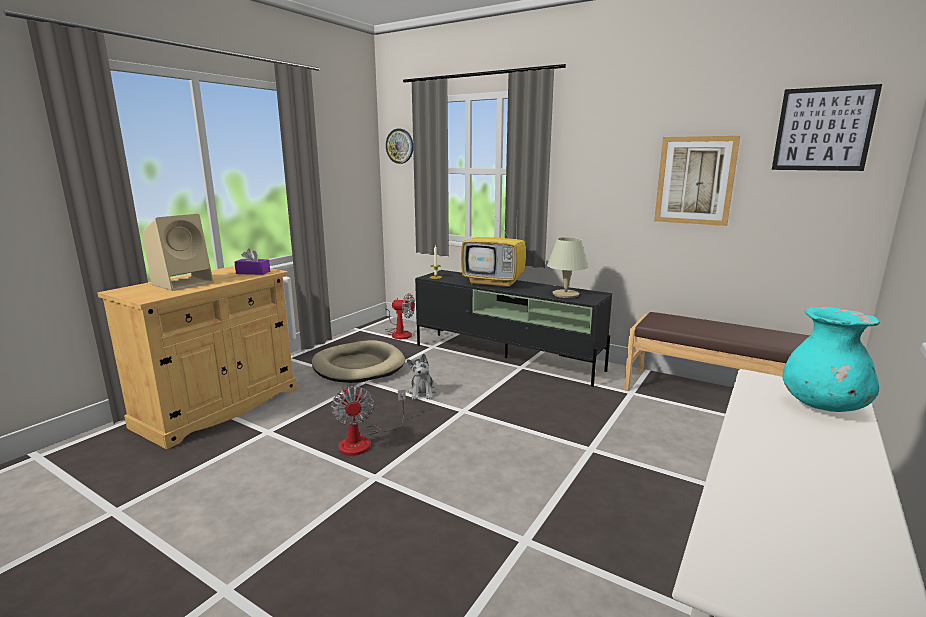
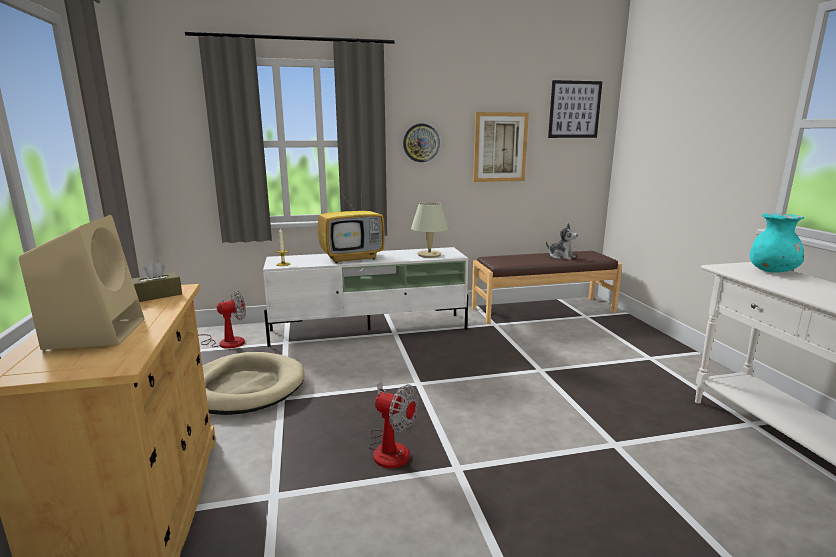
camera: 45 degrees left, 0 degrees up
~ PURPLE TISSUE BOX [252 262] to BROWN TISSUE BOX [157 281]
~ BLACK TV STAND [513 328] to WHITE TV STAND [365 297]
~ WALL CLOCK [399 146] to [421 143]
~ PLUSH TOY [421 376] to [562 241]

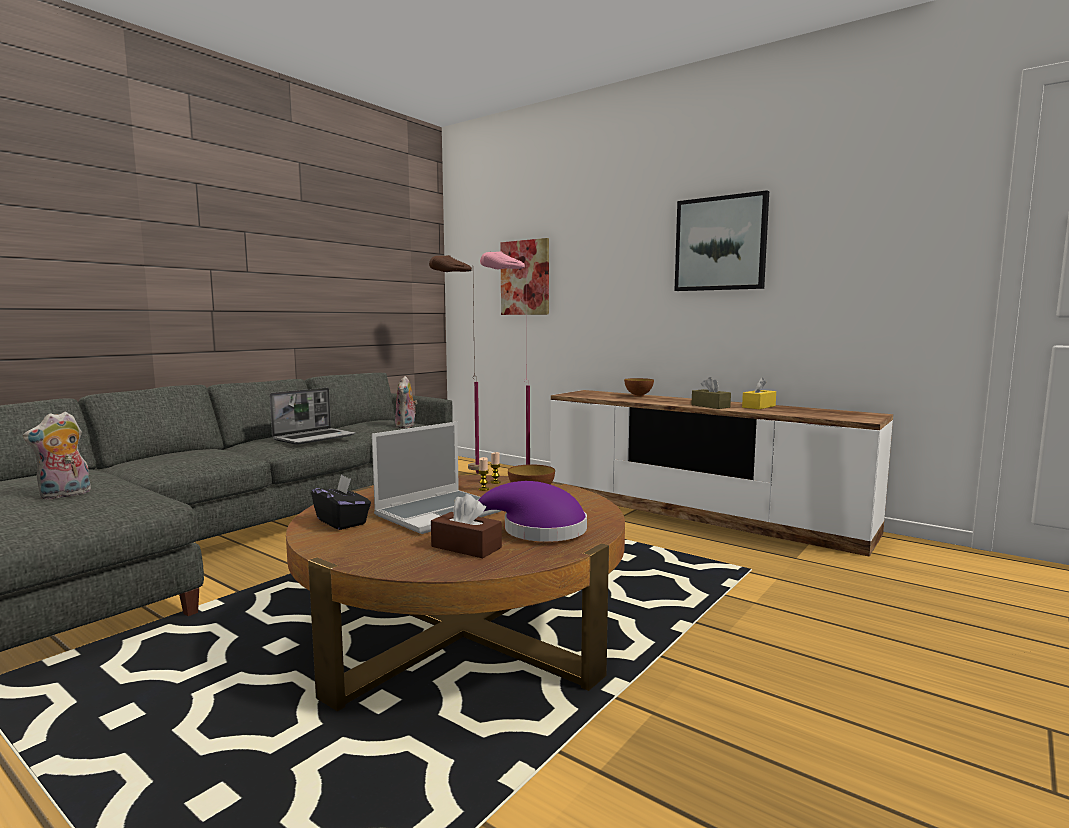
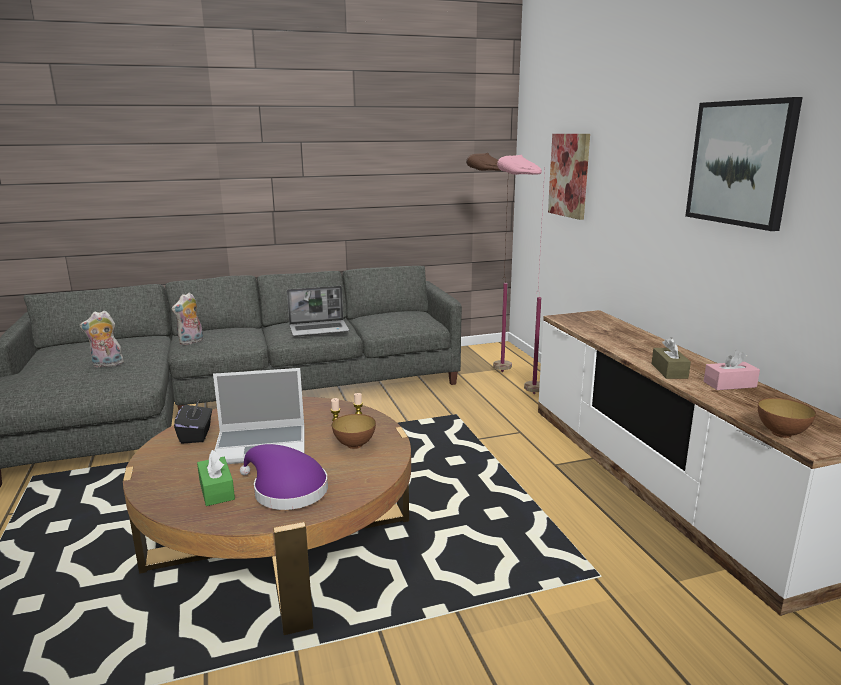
camera: 35 degrees right, 10 degrees up
~ PLUSH TOY [406 402] to [187 319]
~ BROWN TISSUE BOX [466 526] to GREEN TISSUE BOX [216 478]
~ YELLOW TISSUE BOX [759 393] to PINK TISSUE BOX [732 370]
~ BOWL [639 387] to [787 418]

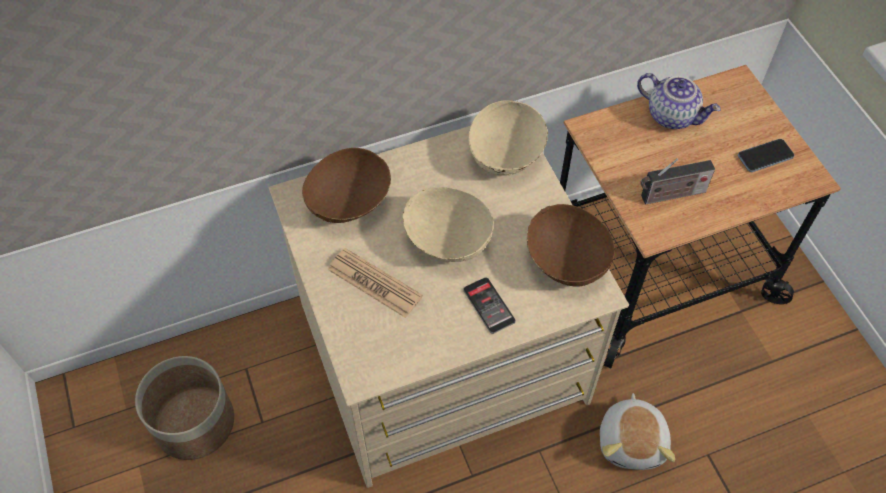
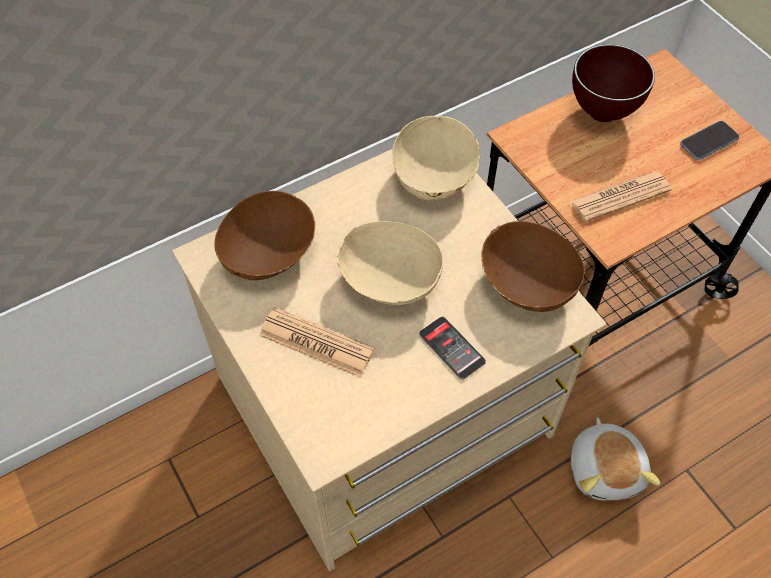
camera: 10 degrees left, 0 degrees up
~ RADIO [677 181] to NEWSPAPER [620 196]
~ TEAPOT [679 101] to BROWN BOWL [613 83]
- PLANTER [184 408]

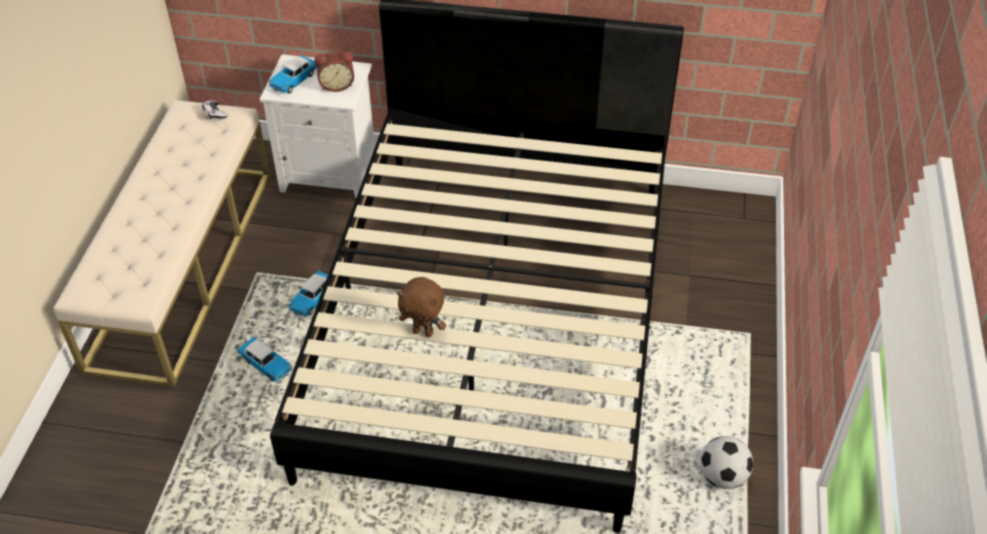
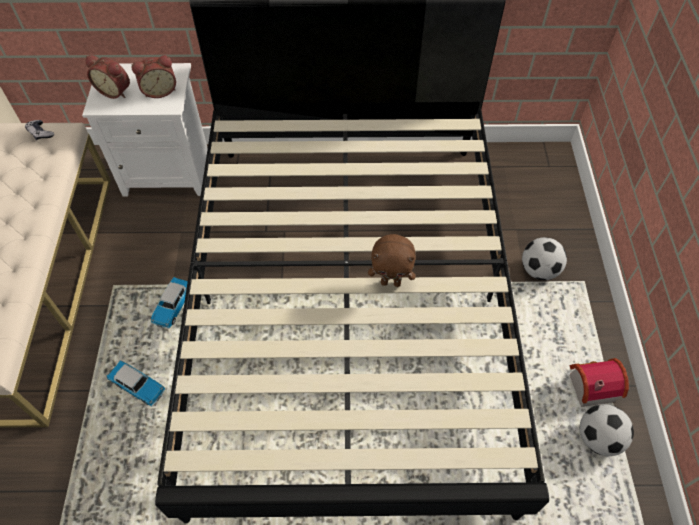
camera: 10 degrees left, 10 degrees up
~ TOY CAR [293 74] to ALARM CLOCK [108 77]
~ BROWN PLUSH TOY [421 307] to [392 260]
+ FOOTBALL [544 258]
+ TOY HOUSE [599 382]

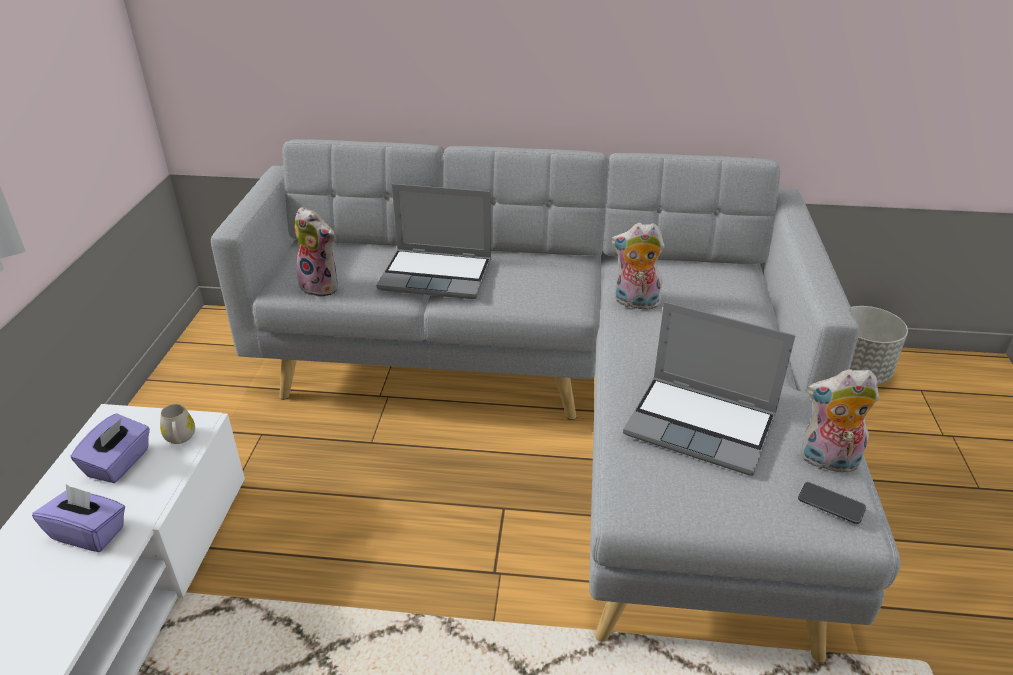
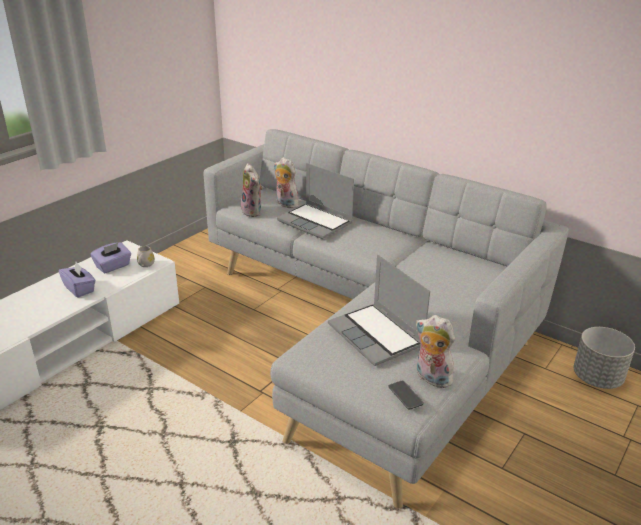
camera: 30 degrees right, 5 degrees down
~ PLUSH TOY [638 266] to [286 182]

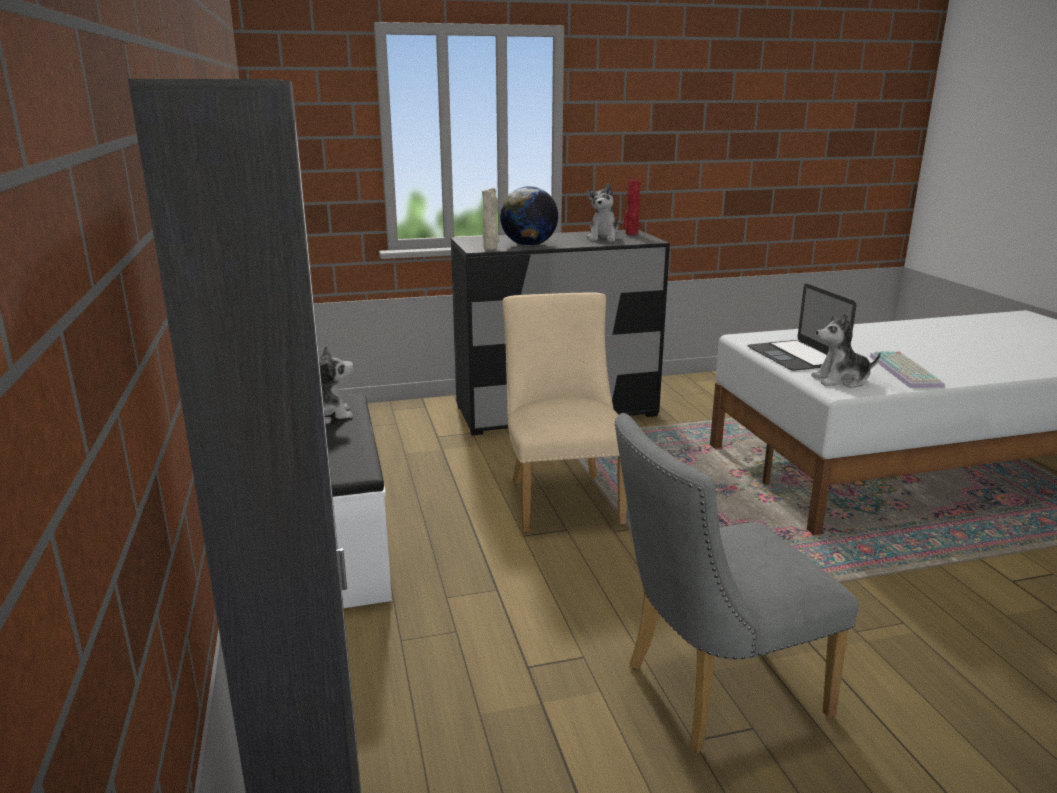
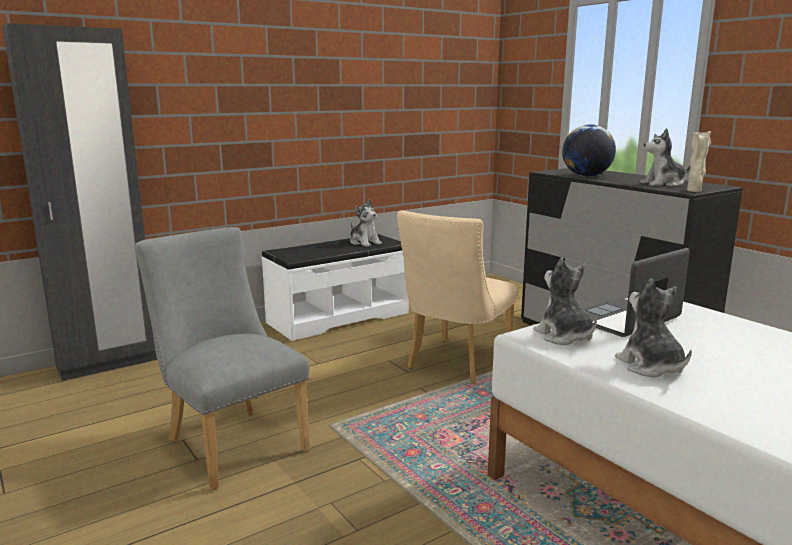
camera: 70 degrees right, 5 degrees down
~ BEIGE CHAIR [564 412] = [457 297] 150 degrees clockwise
~ KEYBOARD [907 370] to PLUSH TOY [653 327]
~ BEIGE VASE [490 219] to [699 161]
- RED VASE [632 207]

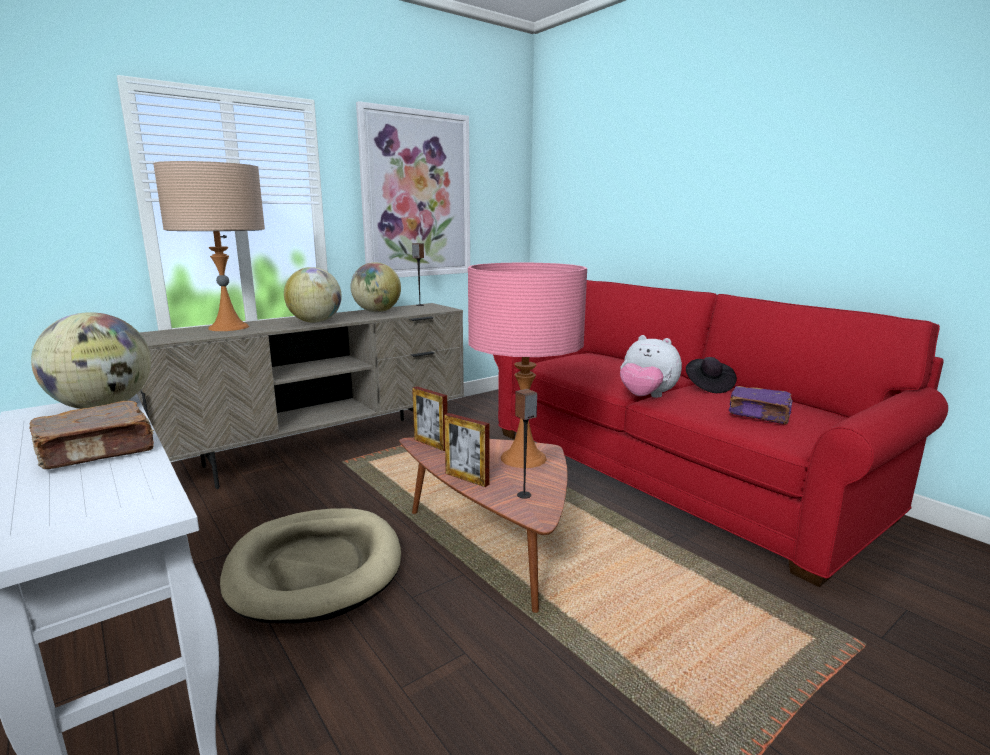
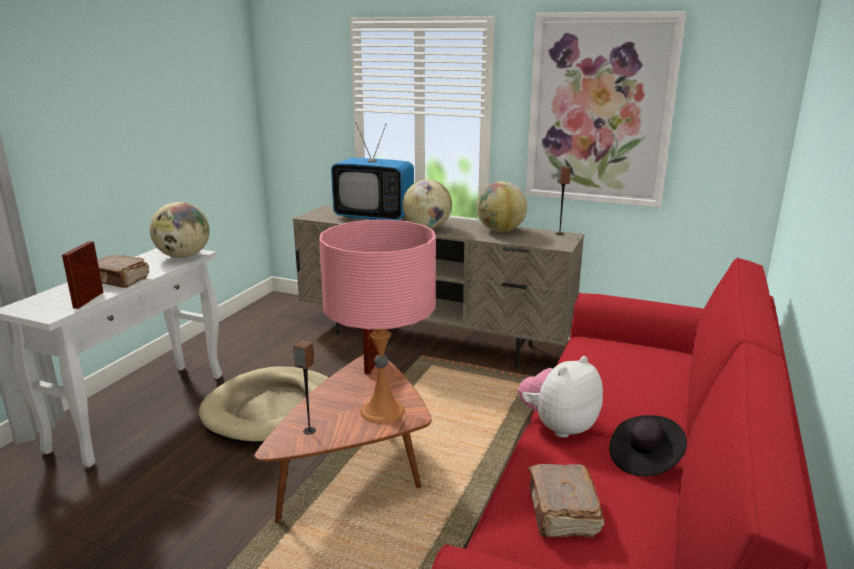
camera: 60 degrees right, 5 degrees up
~ PICTURE FRAME [466 450] to [82 275]
~ BEIGE TABLE LAMP [209 246] to TELEVISION [372 171]
~ PLUSH TOY [651 366] = [560 396] 45 degrees clockwise
~ PURPLE BOOK [761 405] to BROWN BOOK [566 501]

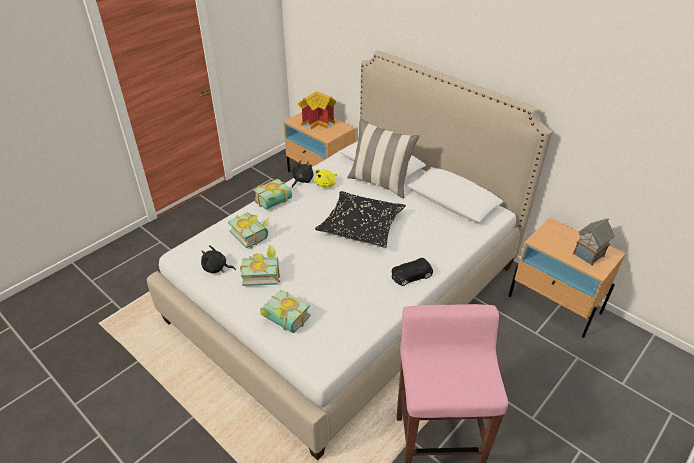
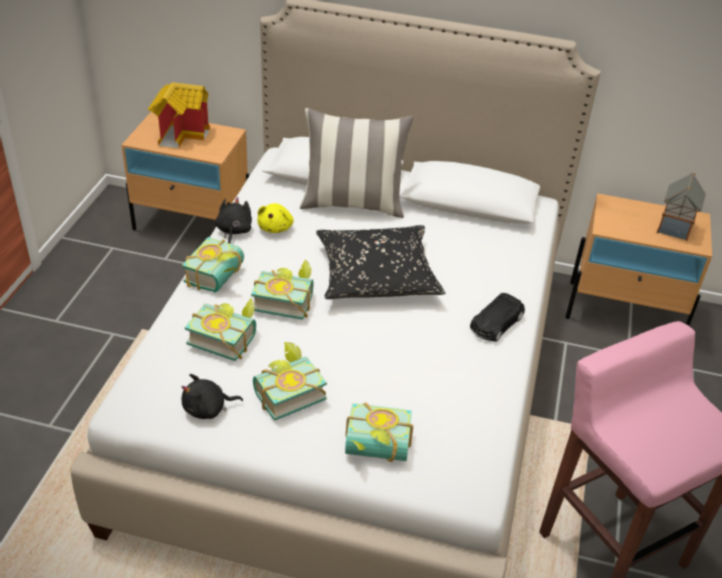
camera: 30 degrees left, 0 degrees up
+ BOOK [282 290]

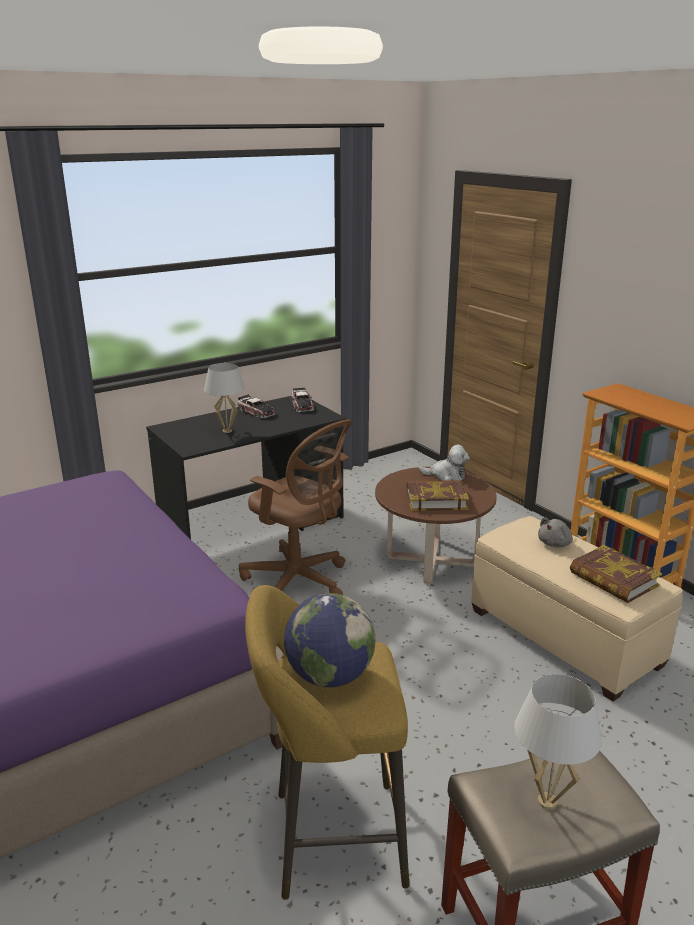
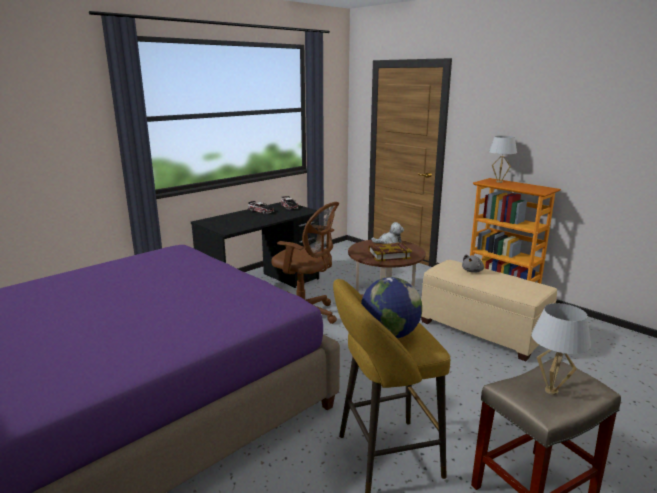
camera: 10 degrees left, 5 degrees down
~ WHITE TABLE LAMP [224 398] to [503 159]
- BOOK [616 574]

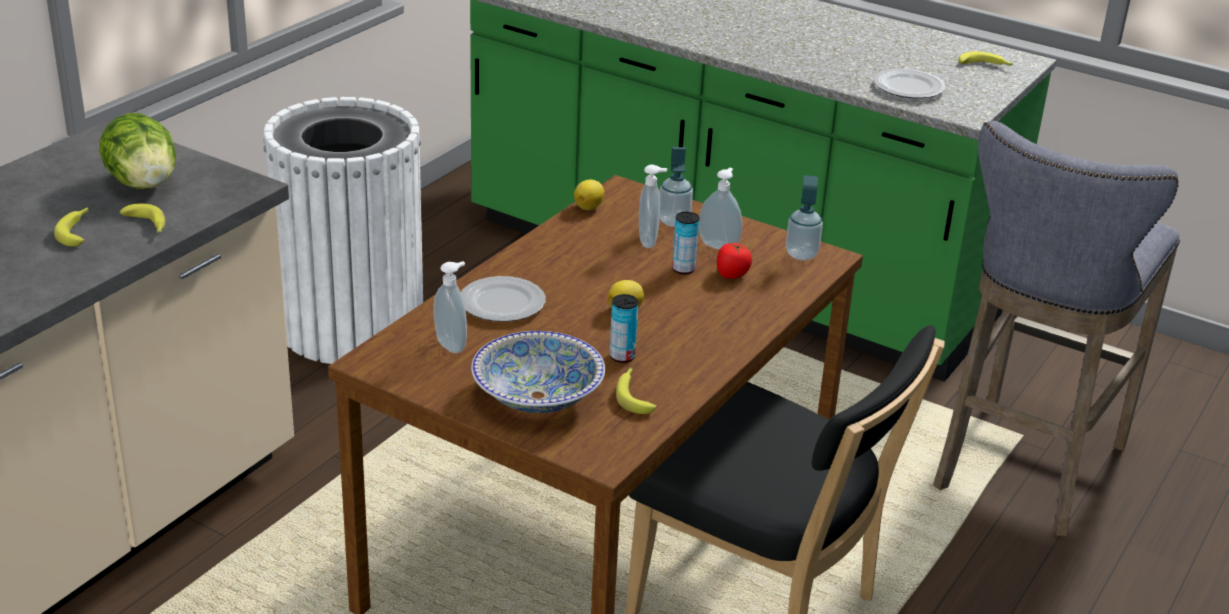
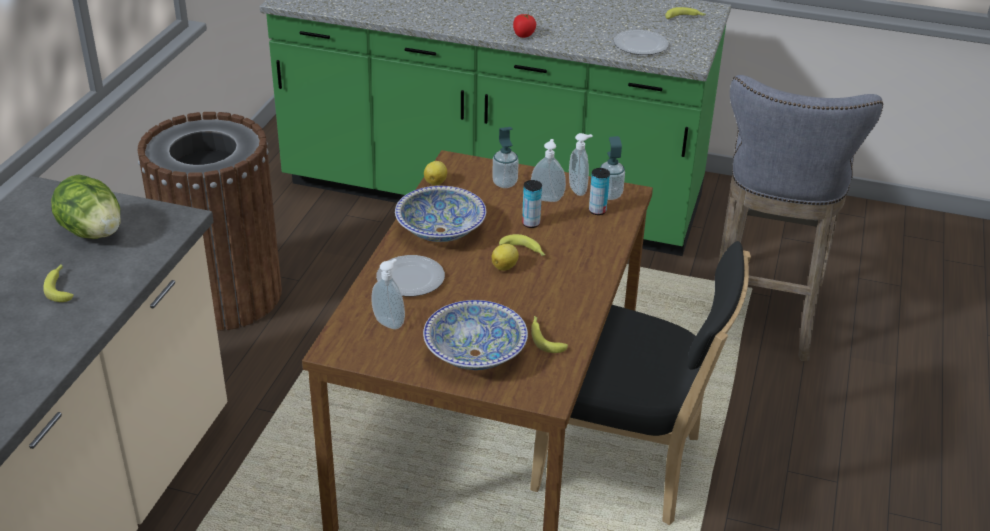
camera: 15 degrees left, 5 degrees up
~ WHITE TRASH CAN [343 230] to BROWN TRASH CAN [210 221]
+ BOWL [440 214]
~ BANANA [142 218] to [522 245]
~ TOMATO [734 261] to [524 26]
~ SOAP DISPENSER [653 206] to [581 164]
~ CAN [624 328] to [599 191]

